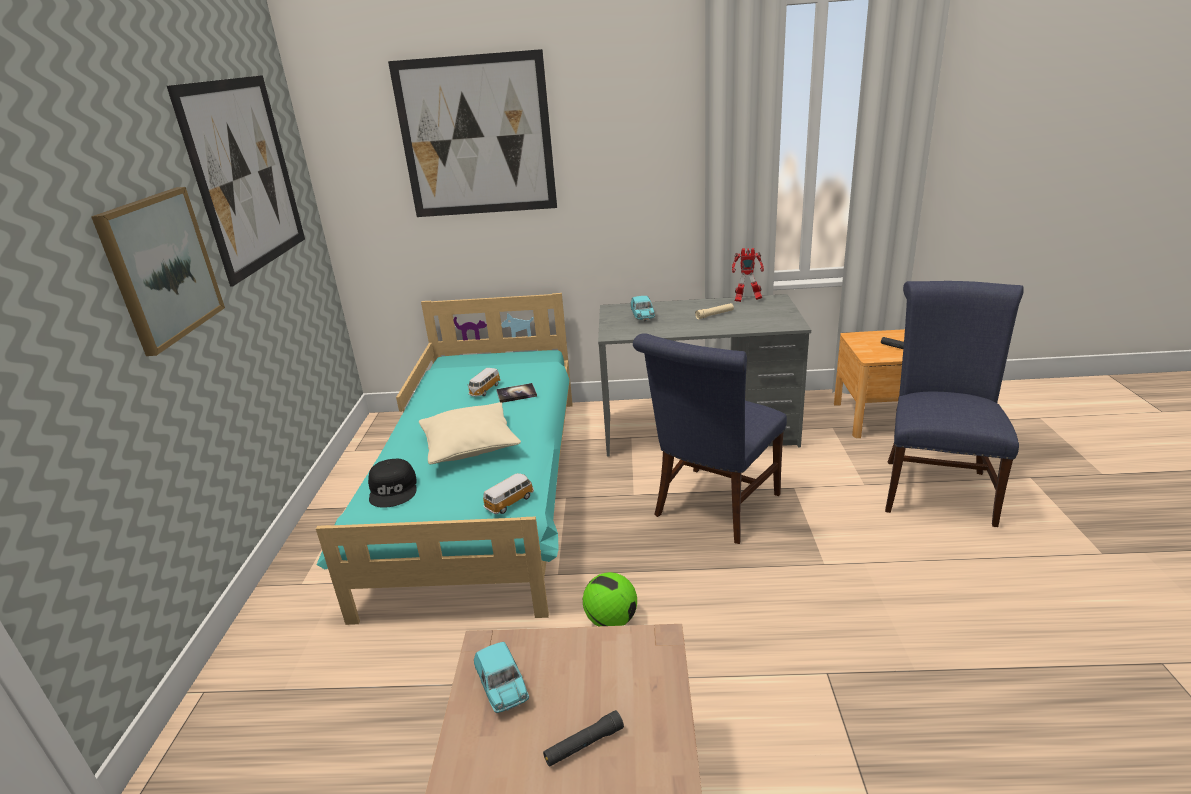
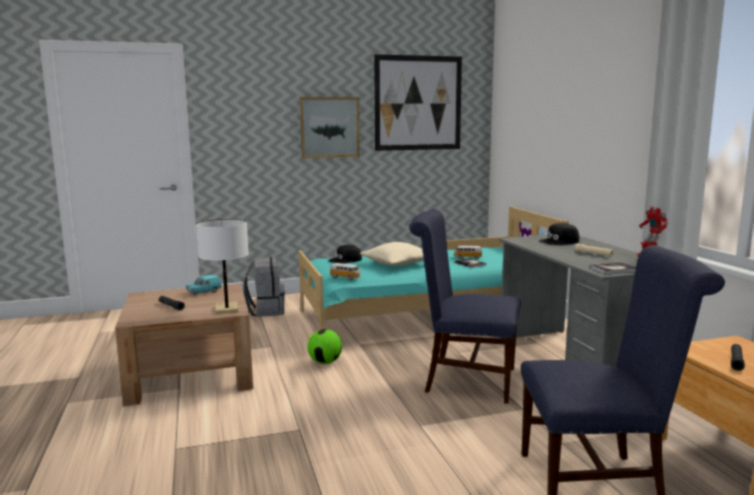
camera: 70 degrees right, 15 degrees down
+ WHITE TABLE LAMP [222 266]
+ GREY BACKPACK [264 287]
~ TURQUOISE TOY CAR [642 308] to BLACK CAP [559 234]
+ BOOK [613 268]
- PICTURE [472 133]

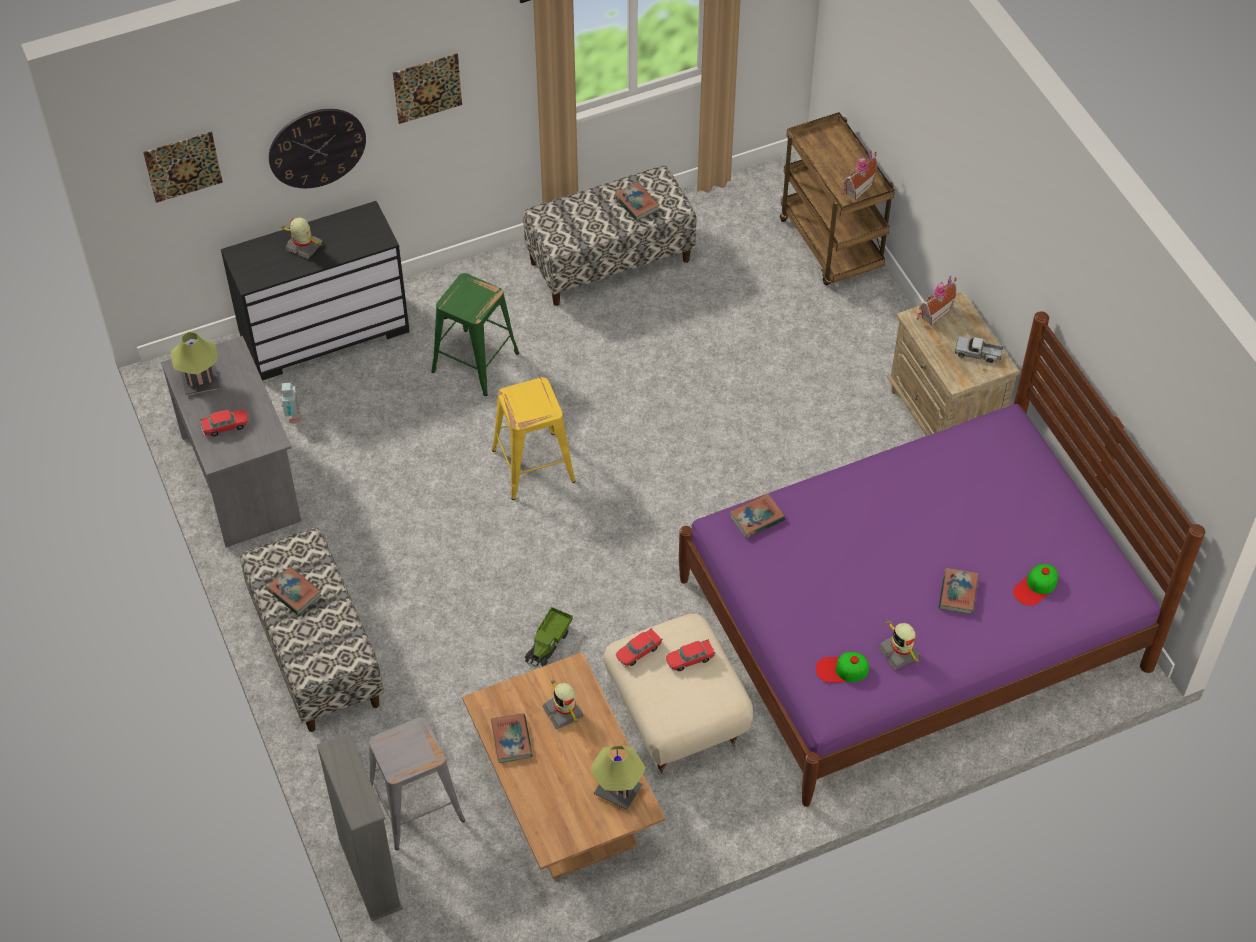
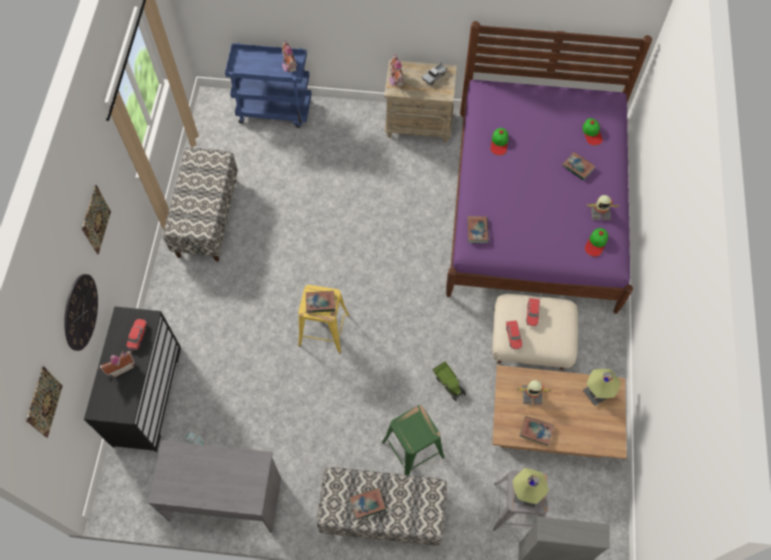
camera: 60 degrees left, 10 degrees up
~ TOY ROBOT [302 238] to TOY HOUSE [116 364]
~ TOY CAR [224 423] to [136 334]
~ BROWN CART [837 198] to BLUE CART [268 85]
~ BOOK [637 201] to [320 302]
~ GREEN STOOL [475 334] to [413 440]
+ CAP [499 141]
~ TABLE LAMP [195 363] to [530 488]

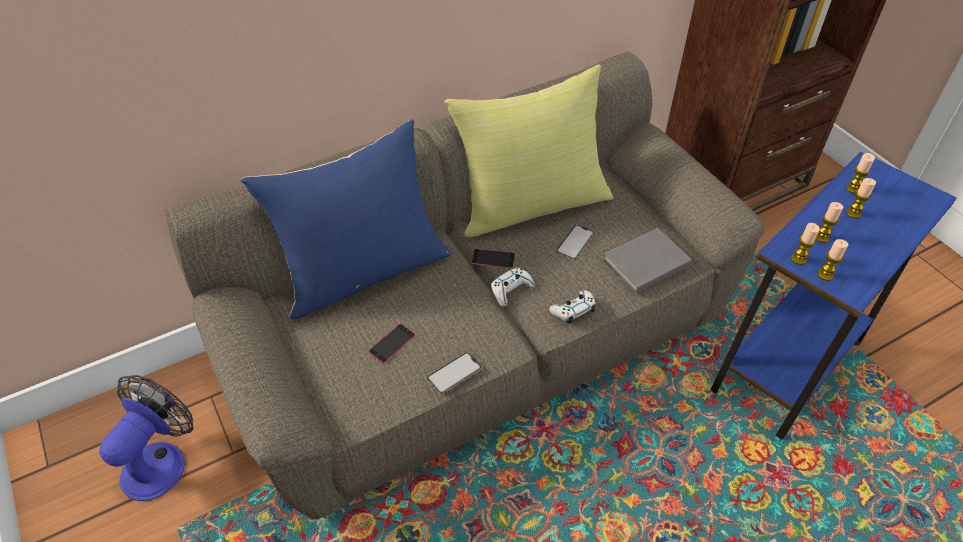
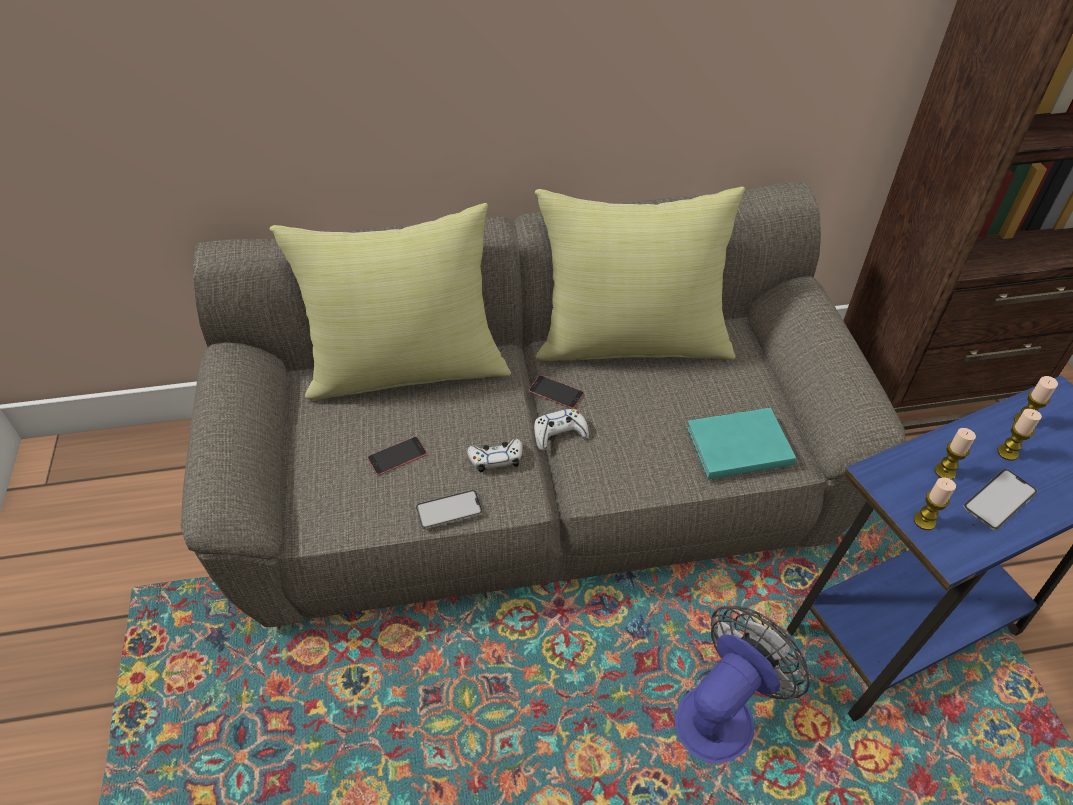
camera: 20 degrees right, 0 degrees up
~ BLUE PILLOW [346 219] to YELLOW PILLOW [390 301]
~ WHITE GAME CONTROLLER [572 307] to [495 456]
~ FAN [146 438] to [742 685]
~ GREY BOOK [647 260] to TURQUOISE BOOK [741 443]
~ PHONE [575 242] to [1000 499]
- CANDLE [805 244]

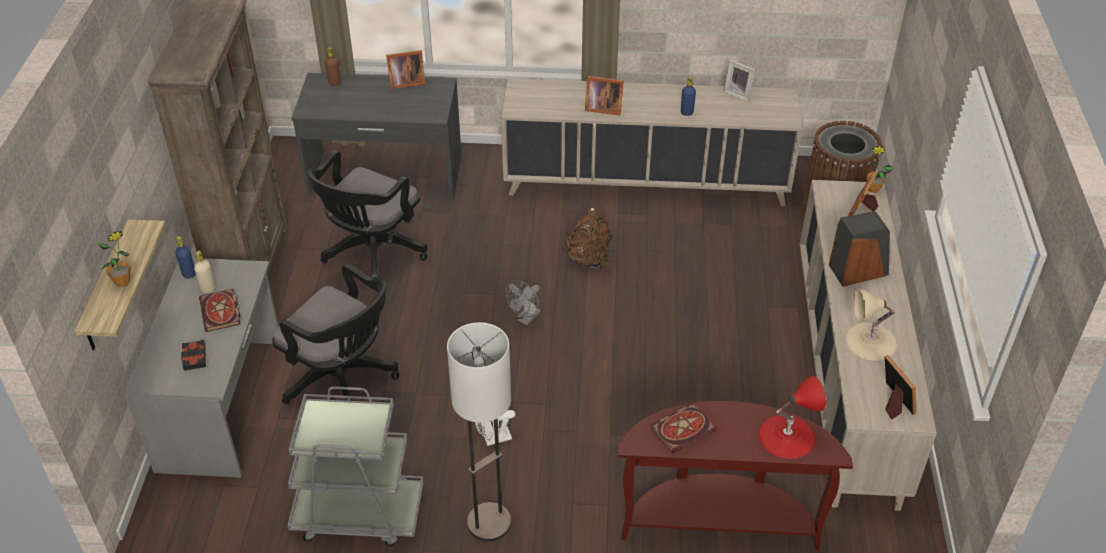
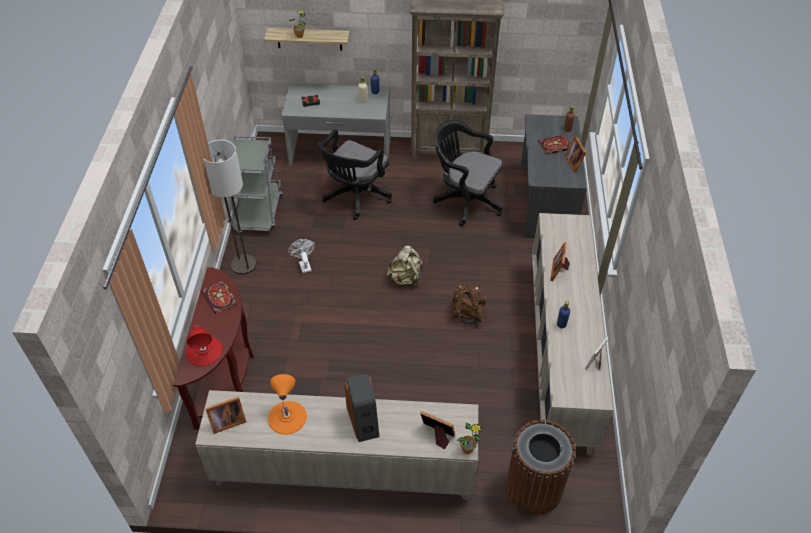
camera: 90 degrees right, 5 degrees up
~ BEIGE TABLE LAMP [871 324] to ORANGE TABLE LAMP [287 404]
~ GREY FAN [523 302] to BEIGE BACKPACK [405 266]
~ BOOK [220 310] to [554 144]

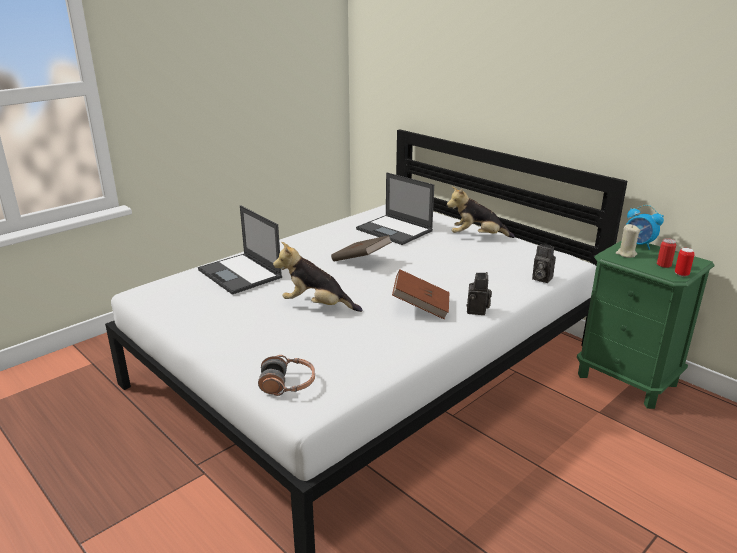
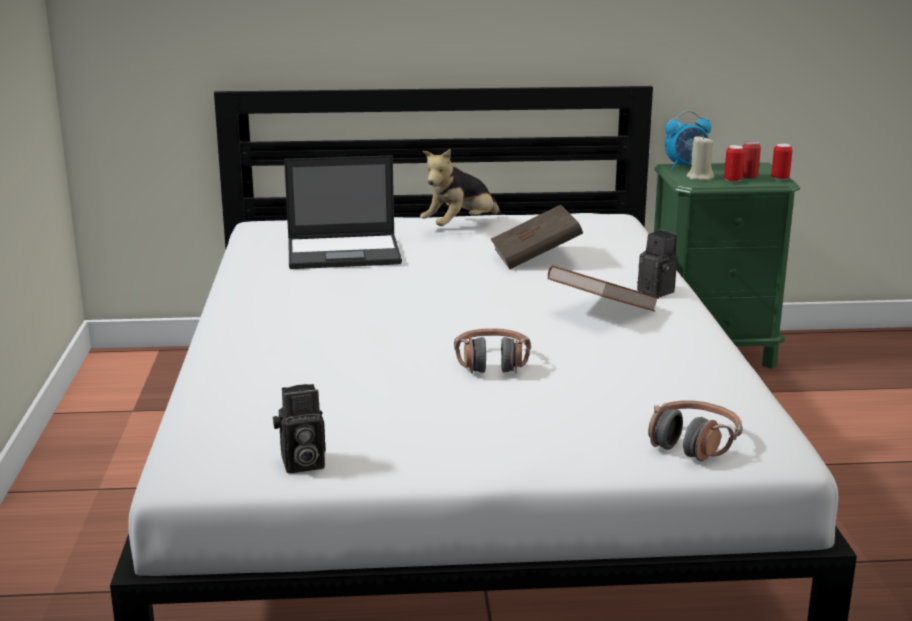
camera: 50 degrees left, 5 degrees down
~ PHOTO CAMERA [544 263] to [299 428]
~ PLUSH TOY [318 277] to HEADPHONES [492 351]
~ BROWN BOOK [361 248] to [536 237]
+ CAN [734 164]
- LAPTOP [240 250]

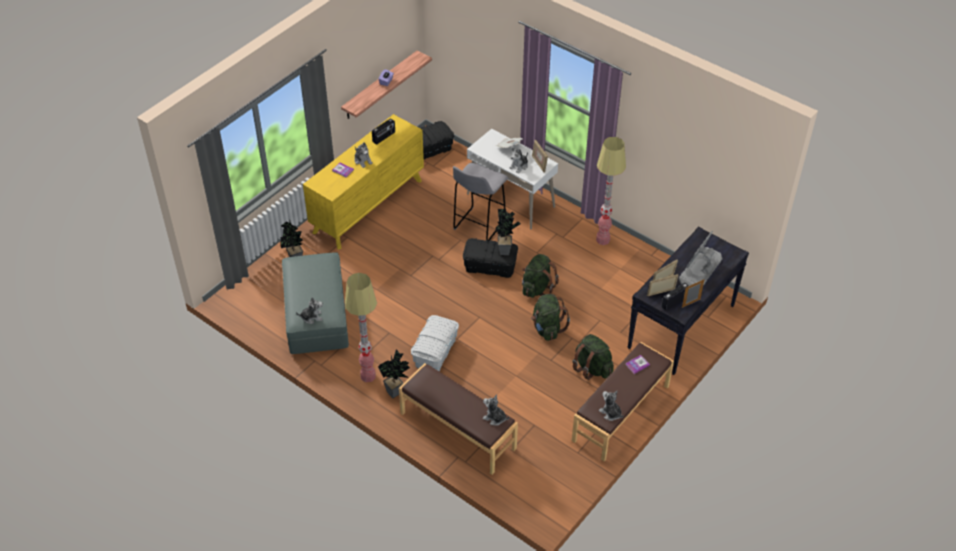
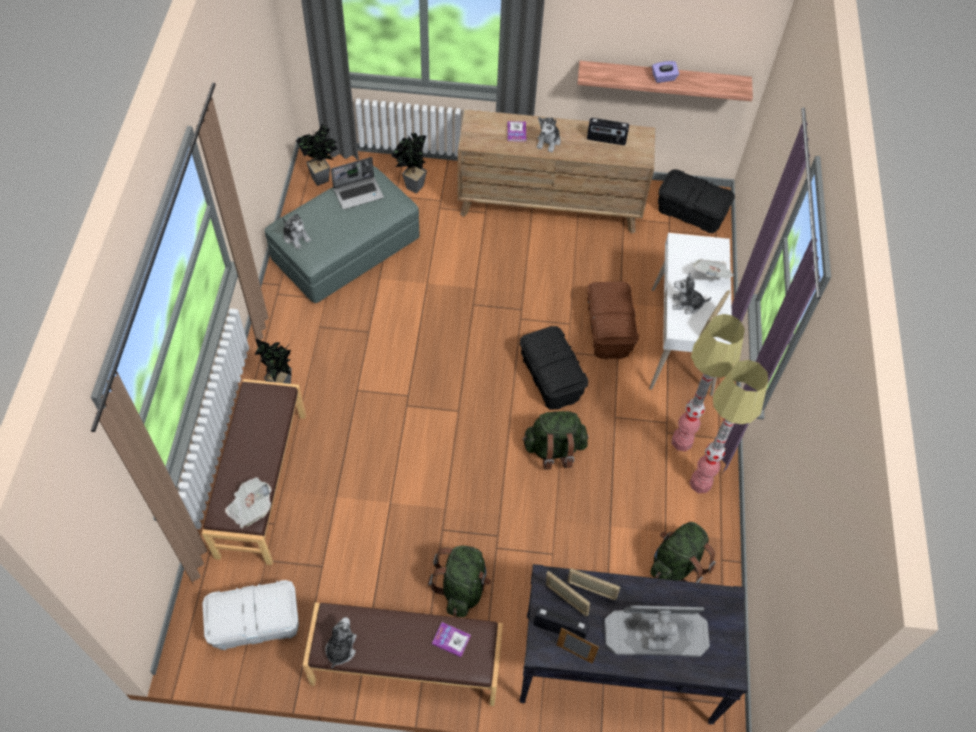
camera: 55 degrees right, 10 degrees up
~ WHITE STORAGE BOX [435 343] to [250 615]
~ PLUSH TOY [496 410] to NEWSPAPER [248 503]
~ POTTED PLANT [507 232] to [317 155]
+ LAPTOP [357 183]
~ YELLOW DRESSER [363 182] to BROWN DRESSER [556 171]
~ GREY STOOL [480 202] to BROWN STORAGE BOX [613 320]
~ GREEN BACKPACK [550 317] to [683 552]
~ FLOOR LAMP [361 327] to [708 382]

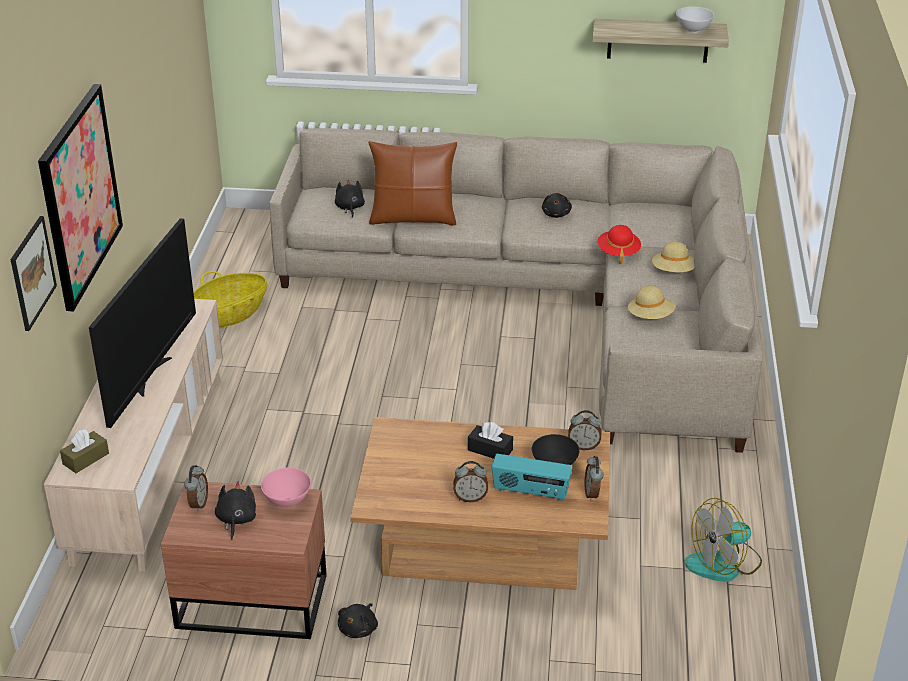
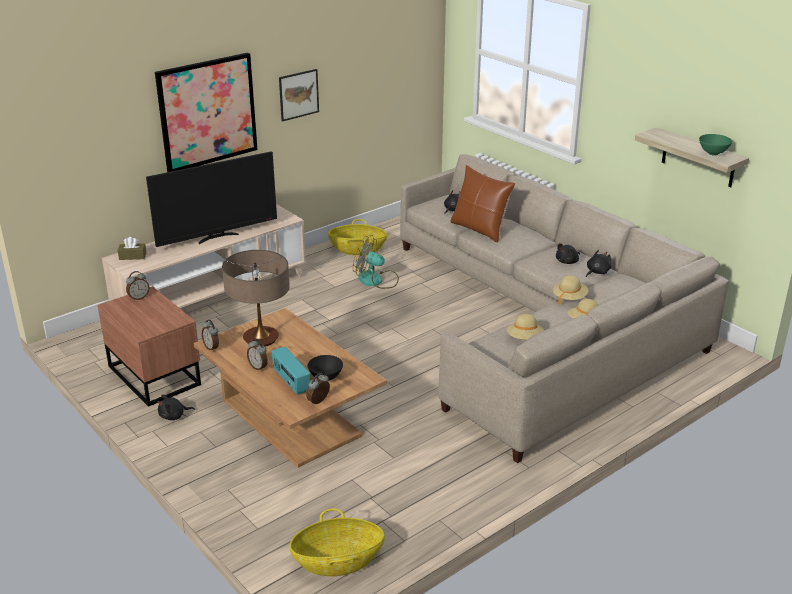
camera: 45 degrees right, 5 degrees down
~ ALARM CLOCK [585 430] to [210 336]
+ TABLE LAMP [256 298]
~ PICTURE [33 273] to [299 95]
+ BASKET [337 542]
~ FAN [723 540] to [376 262]
~ RED HAT [619 244] to BEIGE HAT [571 289]
~ BLACK PLUSH TOY [235 510] to [598 263]
~ WHITE BOWL [695 20] to GREEN BOWL [715 145]
- PINK BOWL [286 487]
- BLACK TISSUE BOX [490 440]

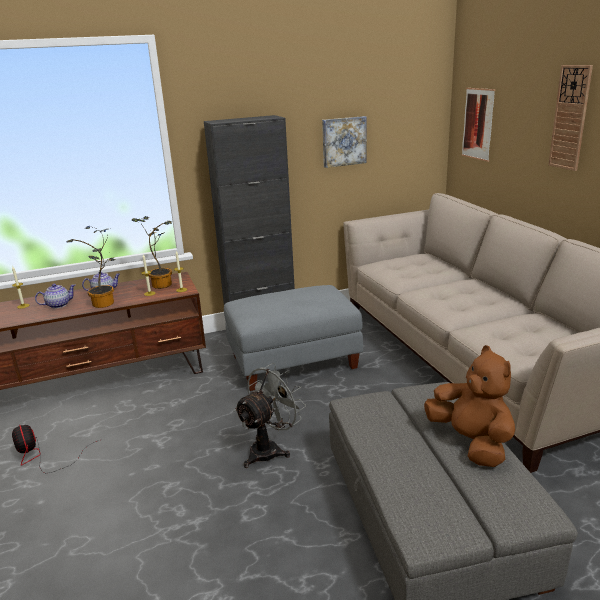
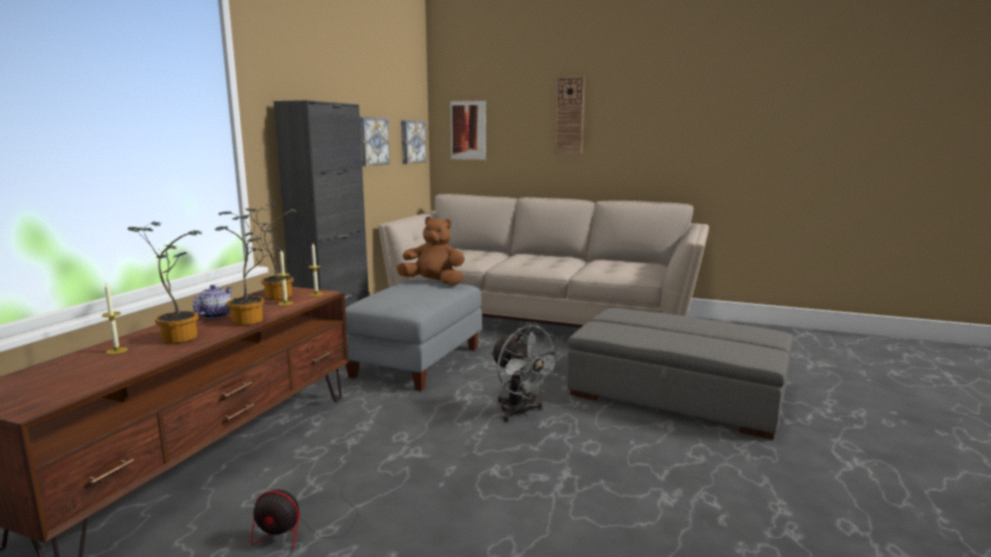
camera: 50 degrees left, 10 degrees down
~ TEAPOT [55 296] to POTTED PLANT [165 283]
~ BROWN PLUSH TOY [469 406] to [430 250]
+ PICTURE [414 142]
~ GREY FAN [270 415] = [526 373] 150 degrees clockwise

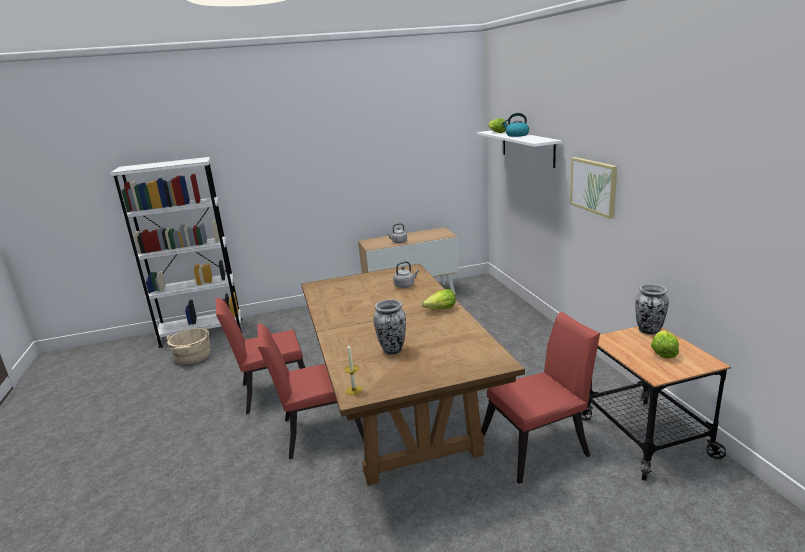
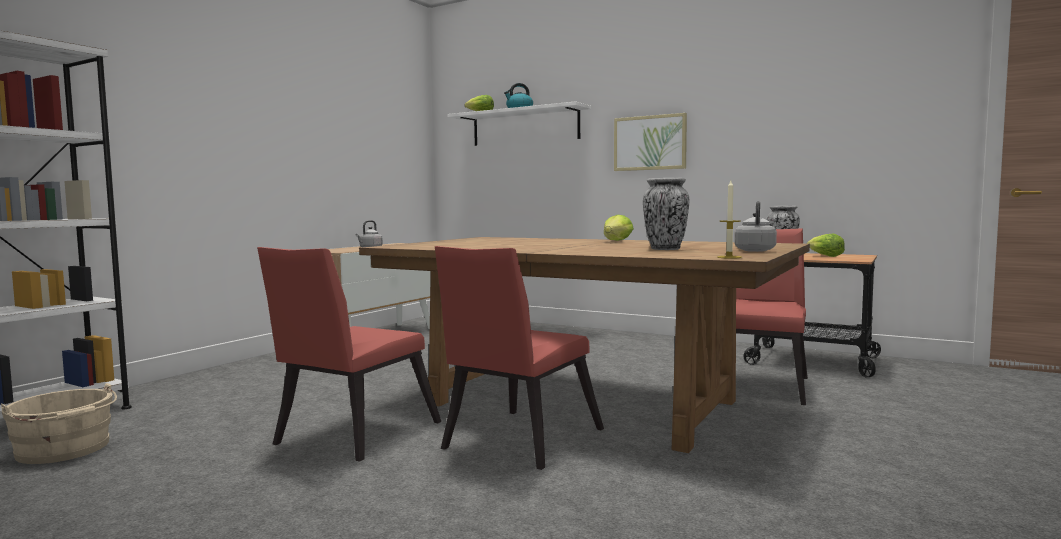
camera: 45 degrees left, 15 degrees down
~ GREY KETTLE [406 274] to [755 226]

